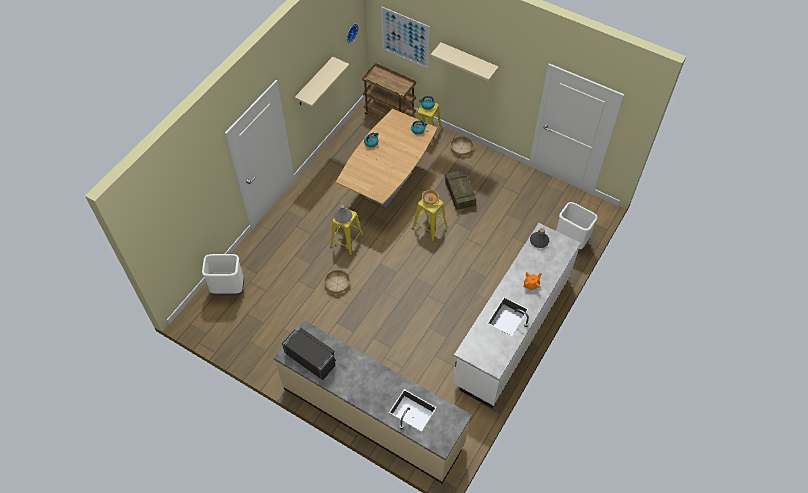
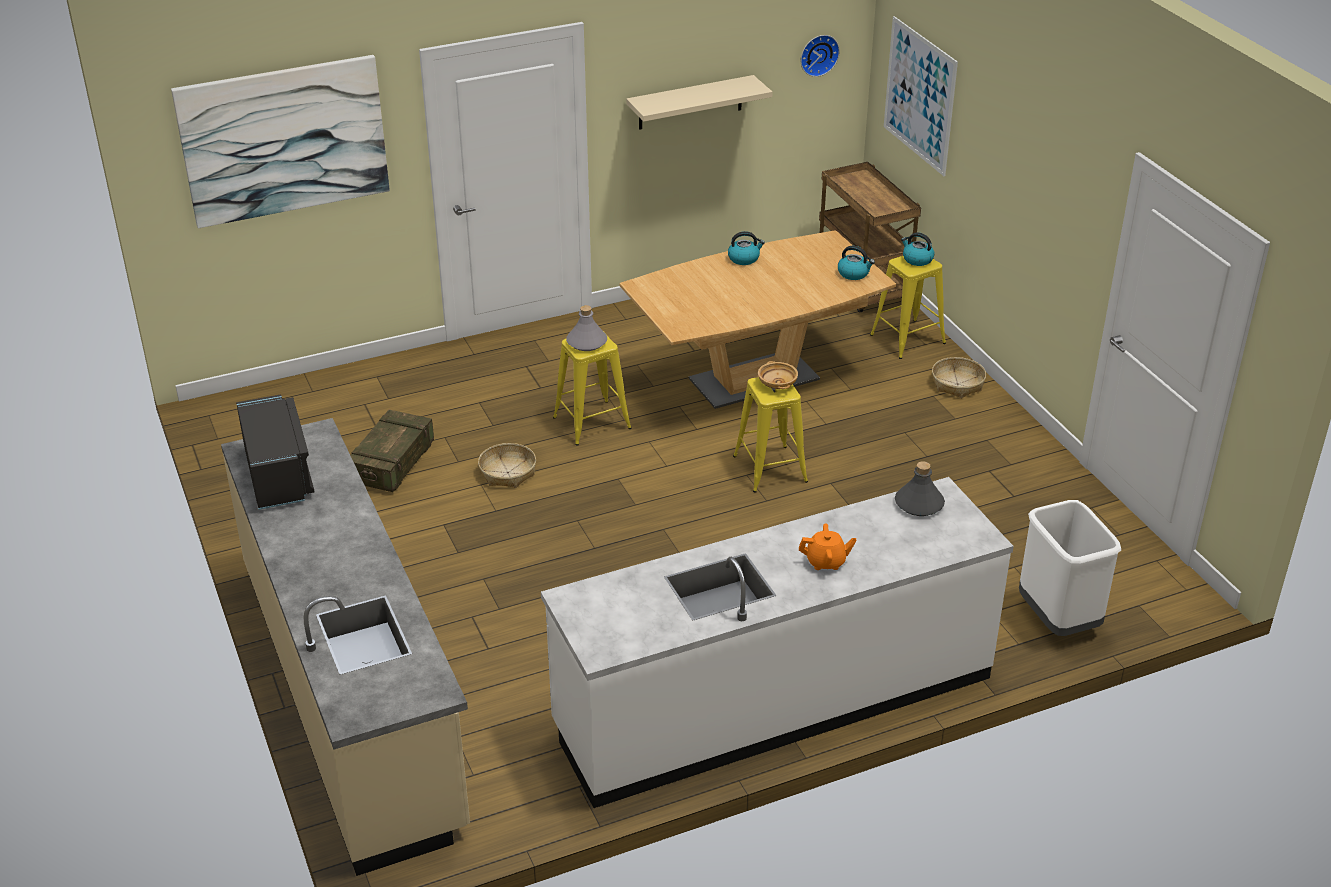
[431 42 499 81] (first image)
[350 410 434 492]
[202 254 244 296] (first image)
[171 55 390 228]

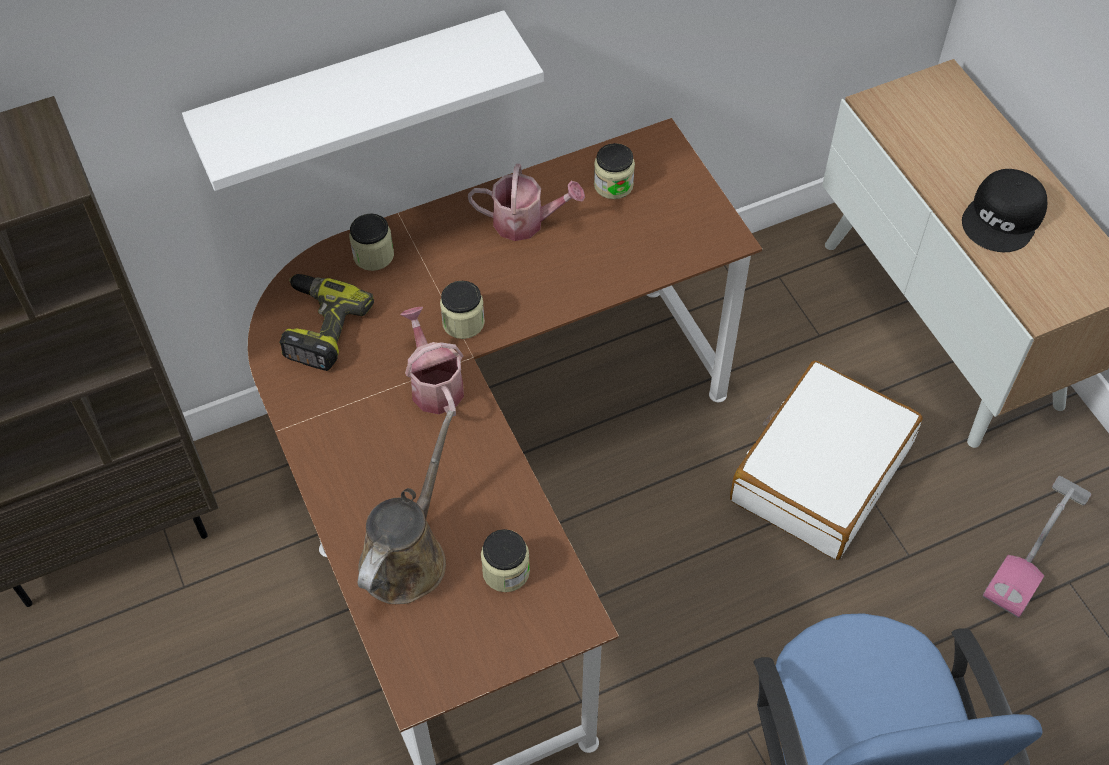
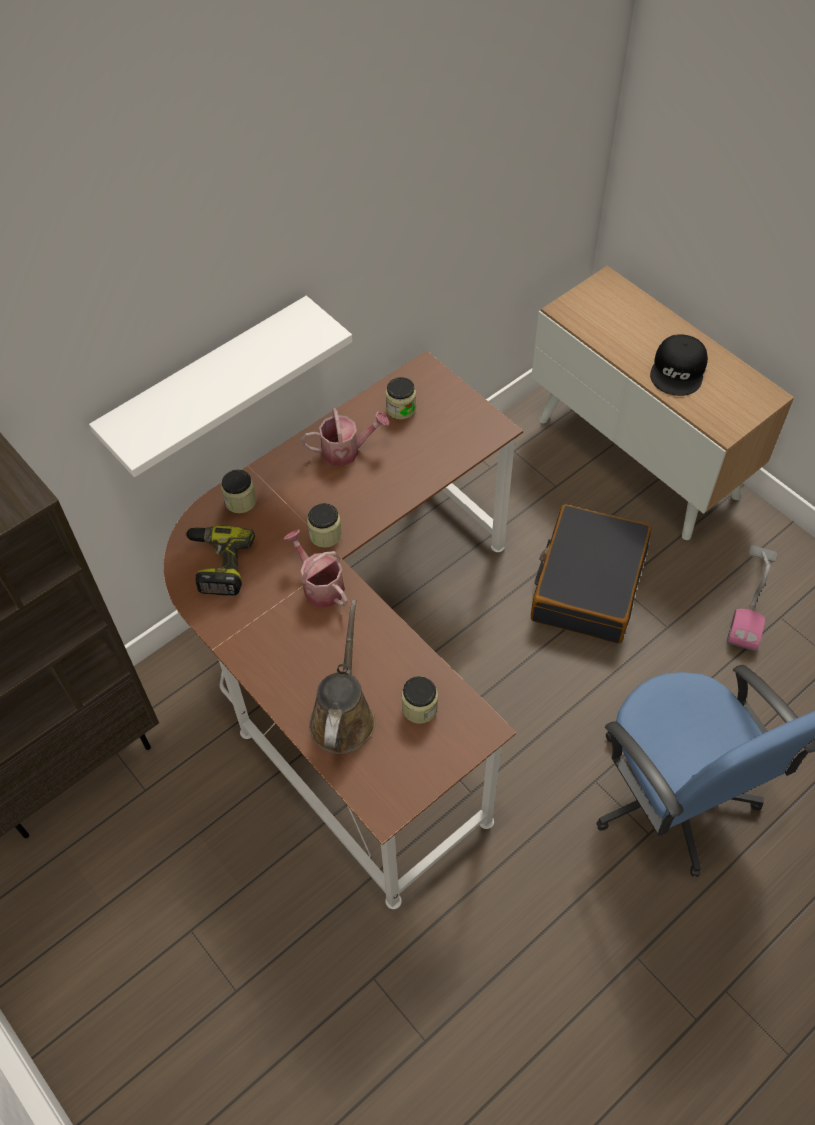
[531 504 652 644]

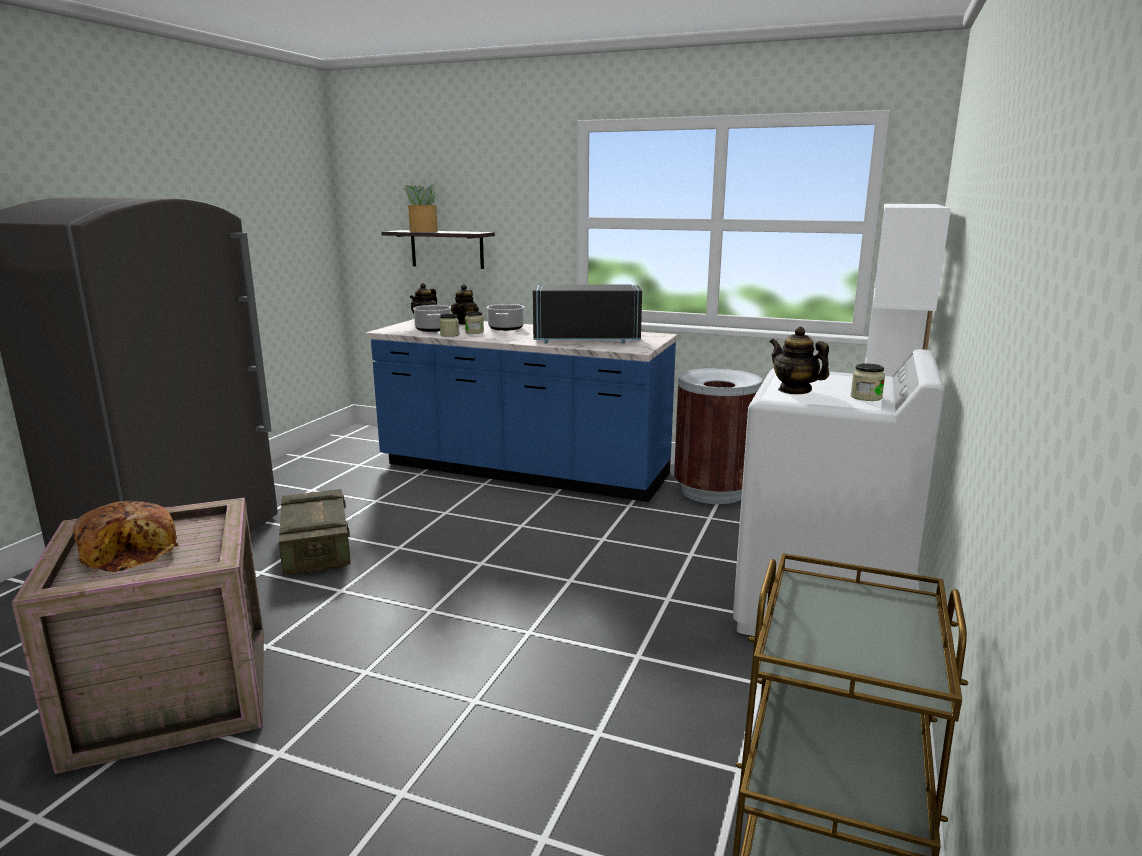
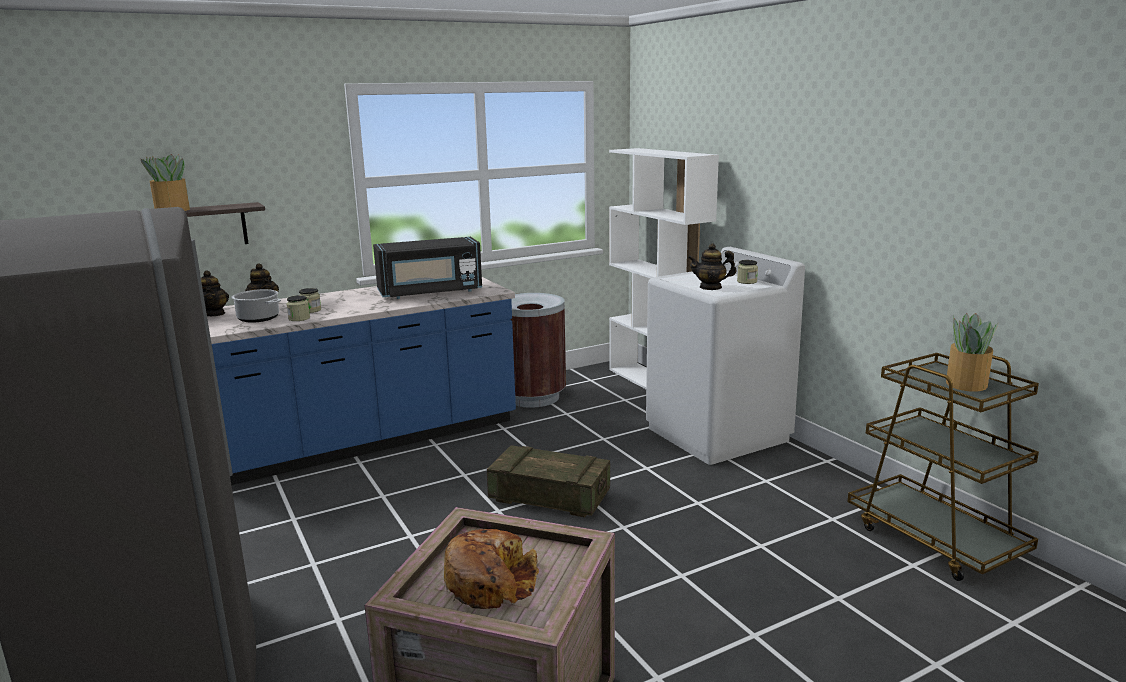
[373 237 482 299]
[487 304 524 331] (first image)
[487 445 610 517]
[946 313 998 392]

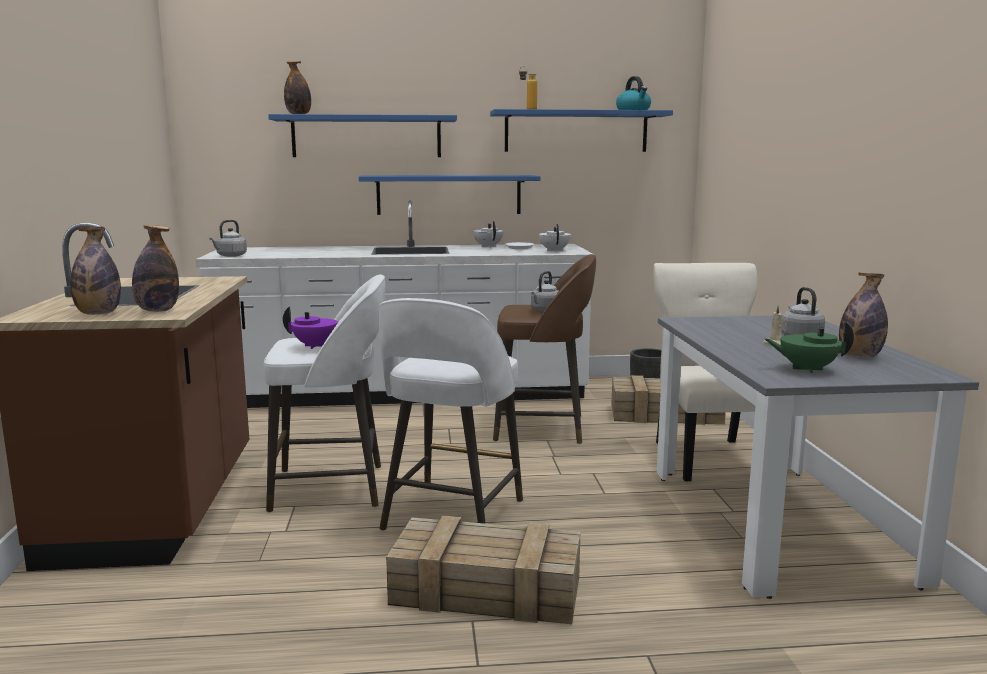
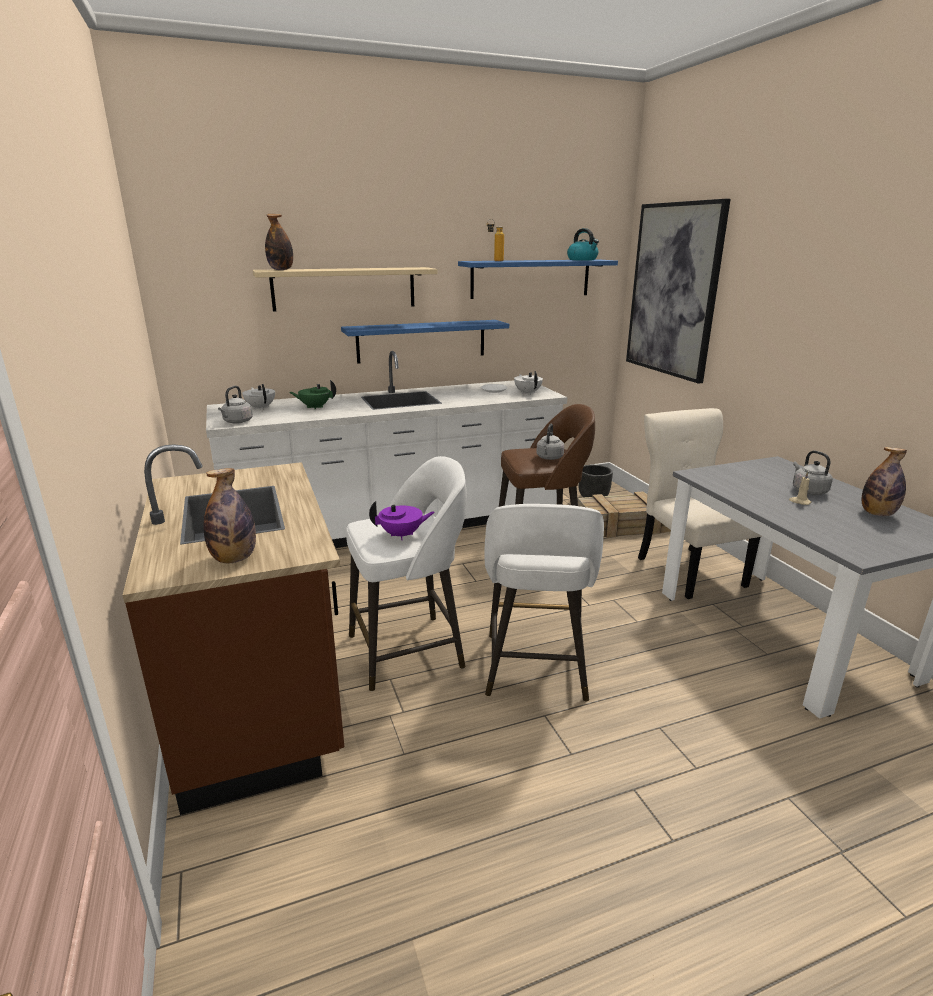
[253 267 437 311]
[242 384 275 410]
[132 225 179 312] (first image)
[289 380 336 409]
[386 515 580 624] (first image)
[626 199 731 384]

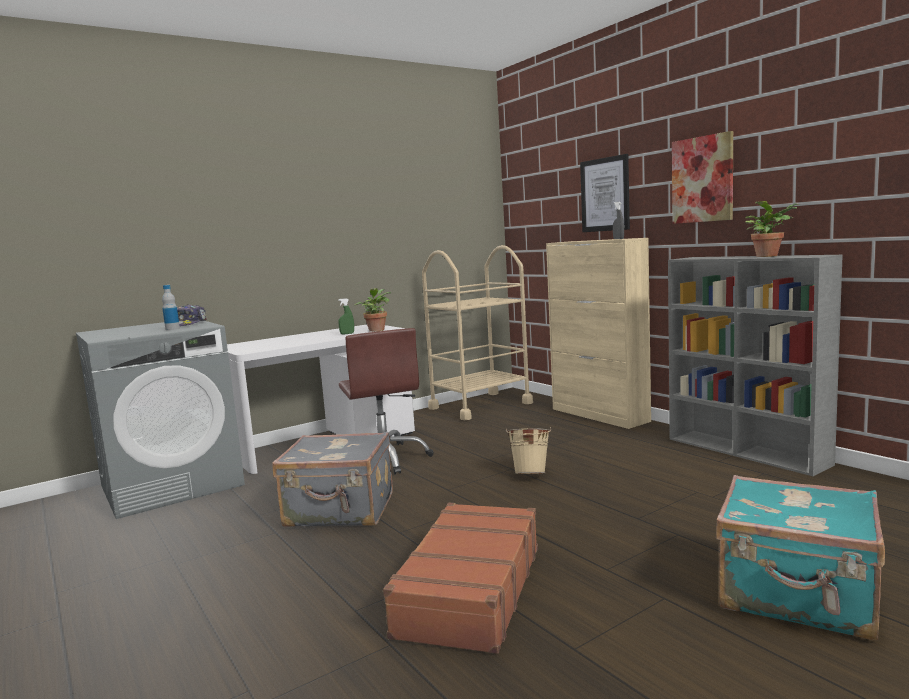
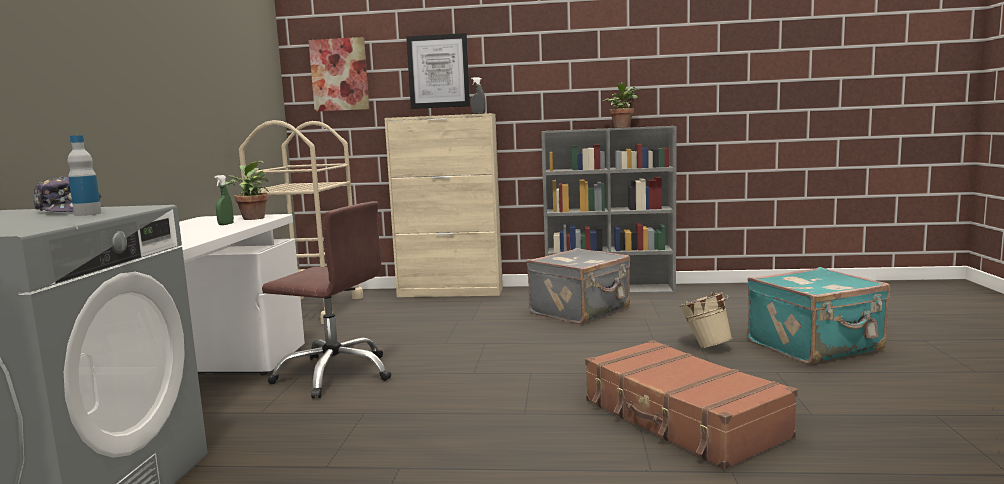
[308 37 369 112]
[678 292 733 348]
[527 248 630 324]

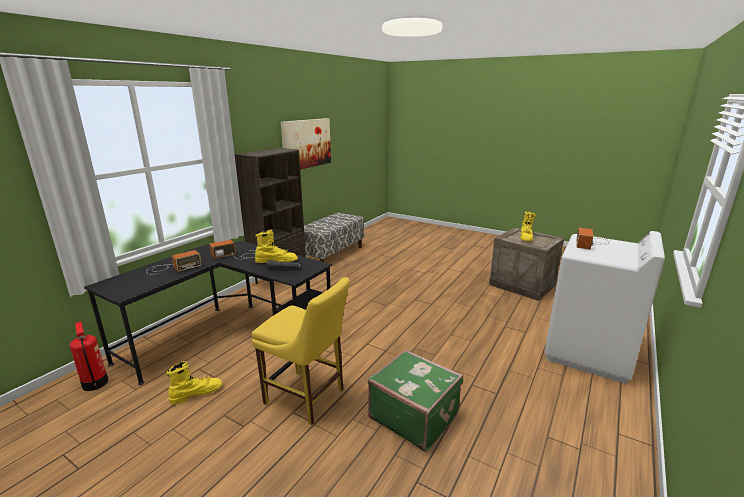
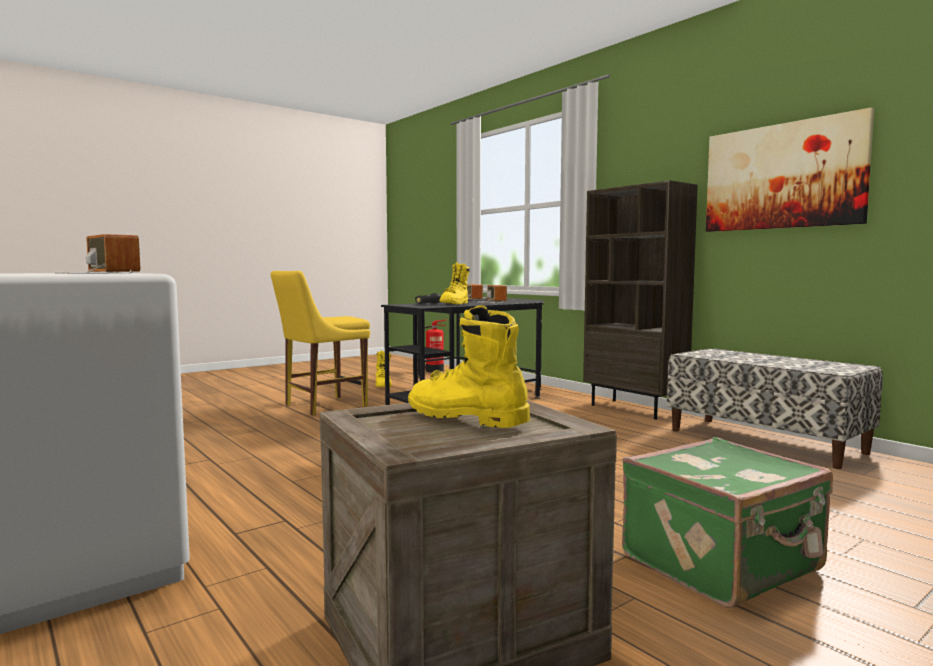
[622 437 833 608]

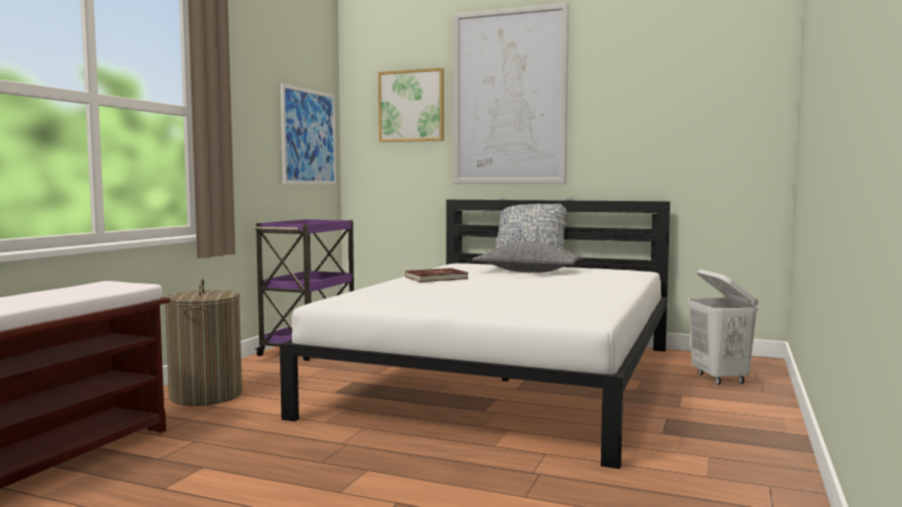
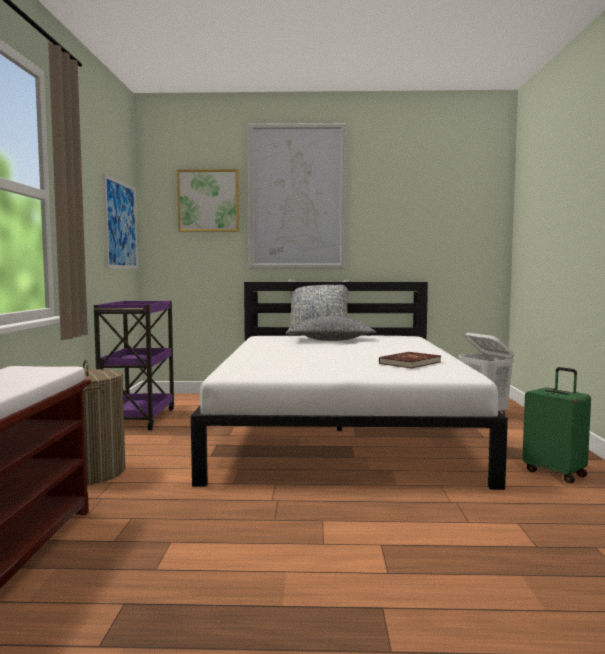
[379 352 441 369]
[522 367 591 483]

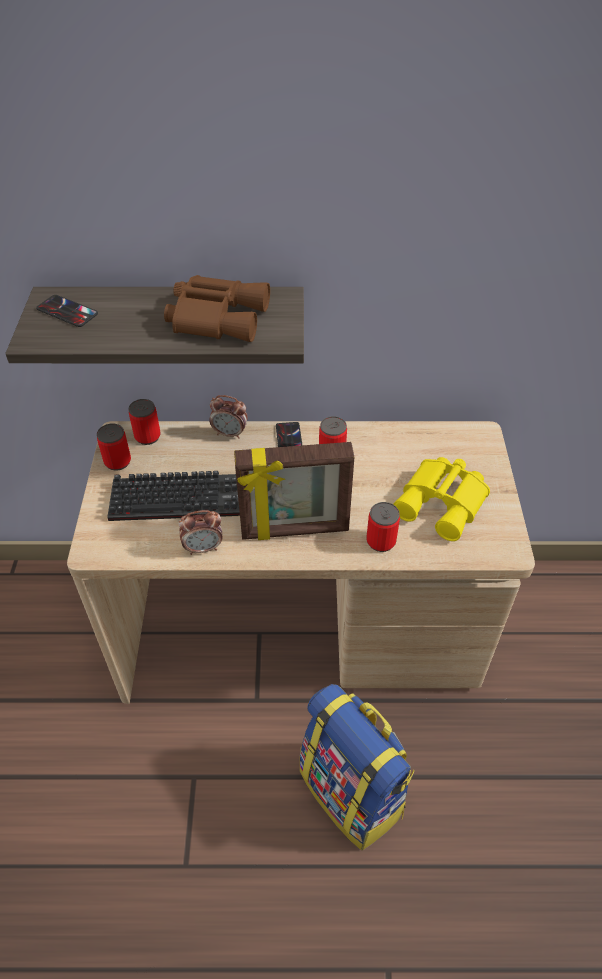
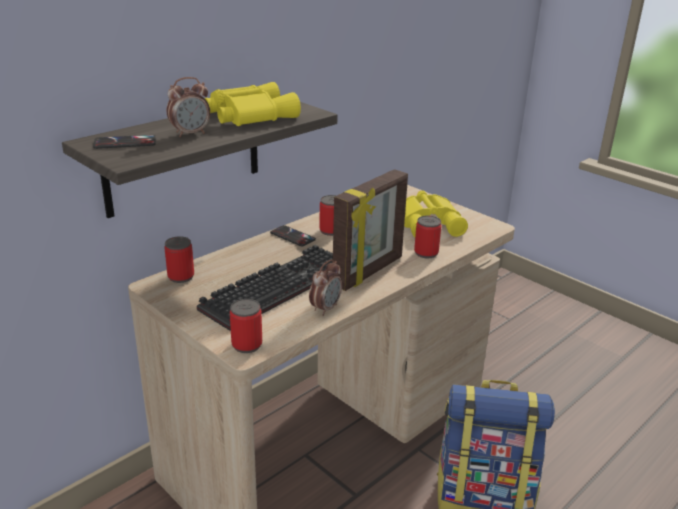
[205 82 301 126]
[166 77 210 137]
[230 299 262 353]

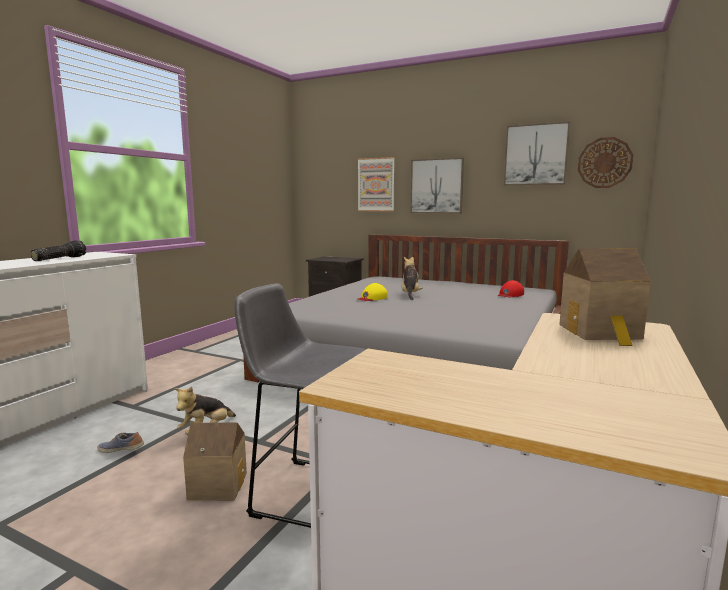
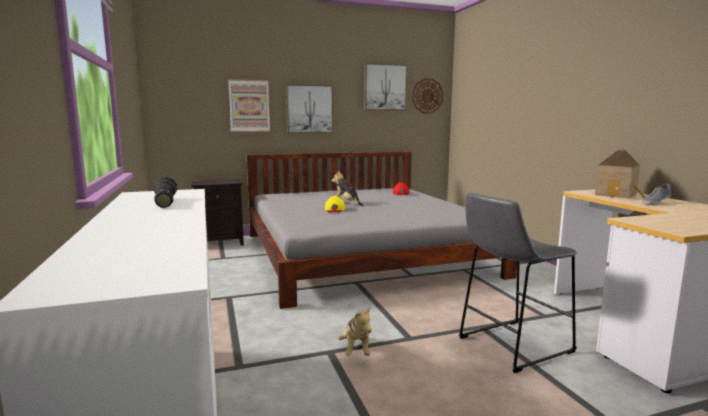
[183 422 247 500] (first image)
[642 184 671 205]

